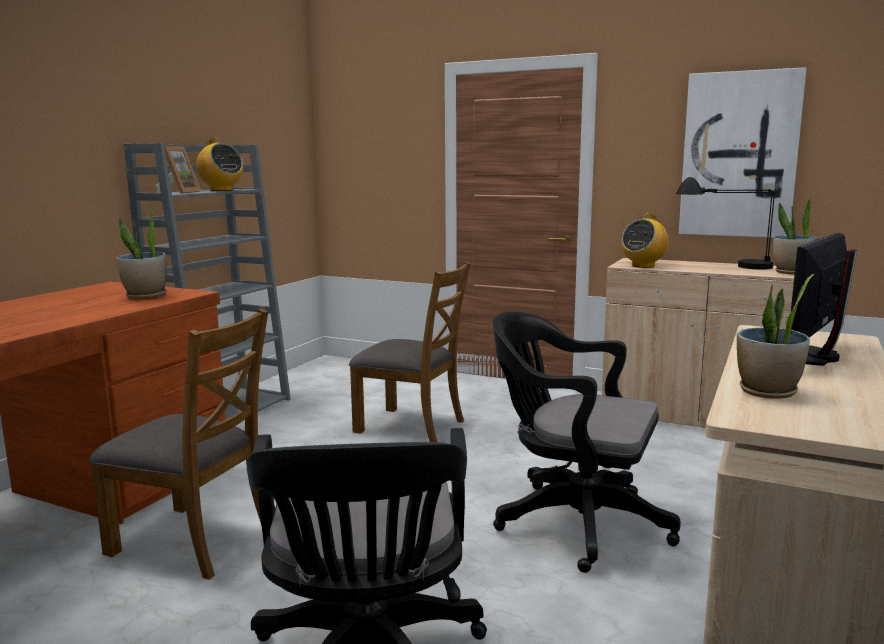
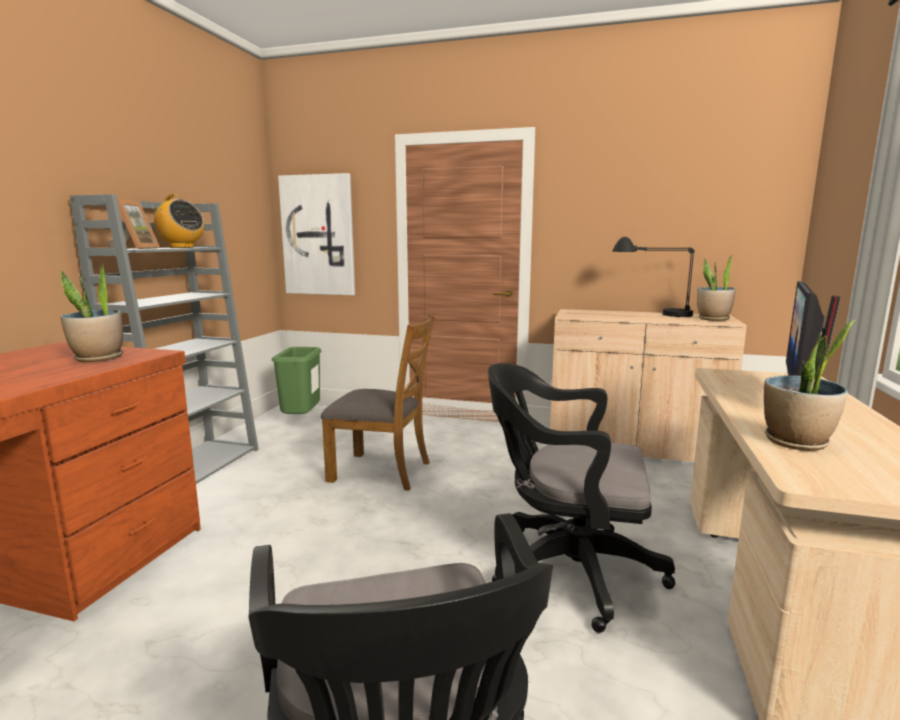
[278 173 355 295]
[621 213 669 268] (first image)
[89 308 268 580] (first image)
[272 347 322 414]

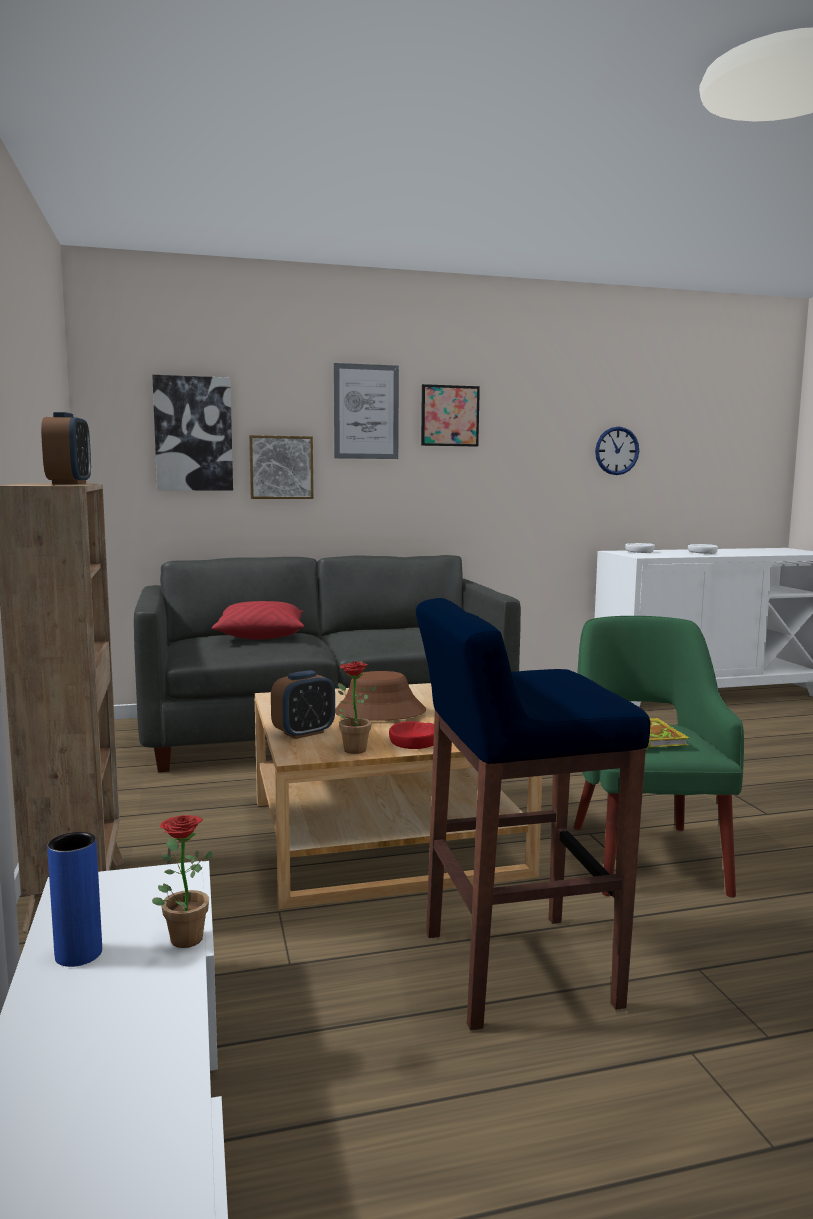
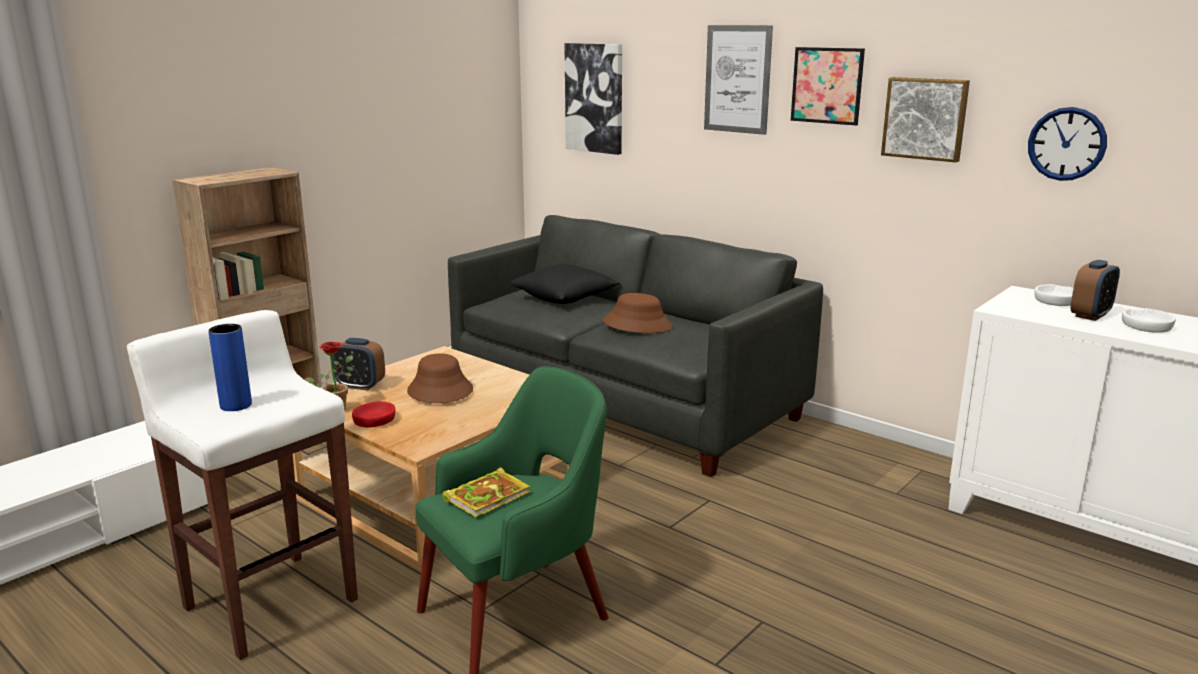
[1071 260 1120 321]
[881 77 970 162]
[127 310 358 660]
[510 264 620 304]
[152 815 214 948] (first image)
[208 324 252 411]
[603 293 673 333]

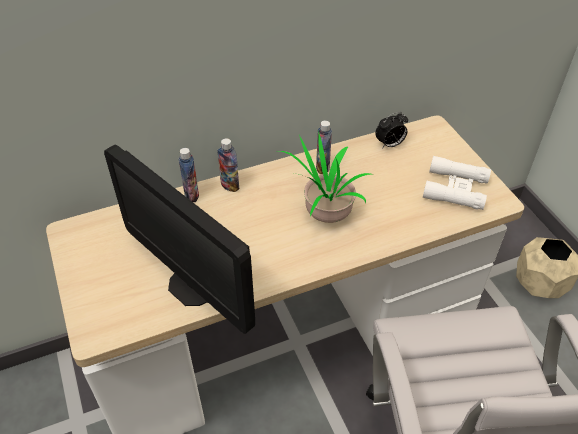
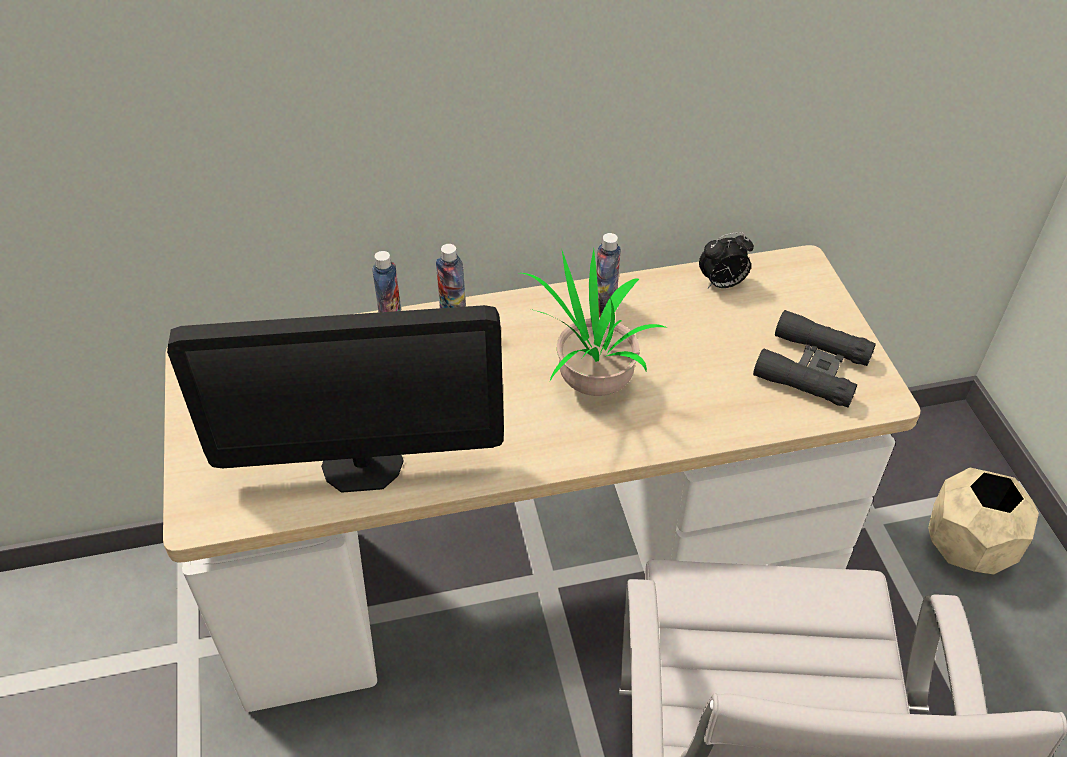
[167 305 504 493]
[753 310 876 407]

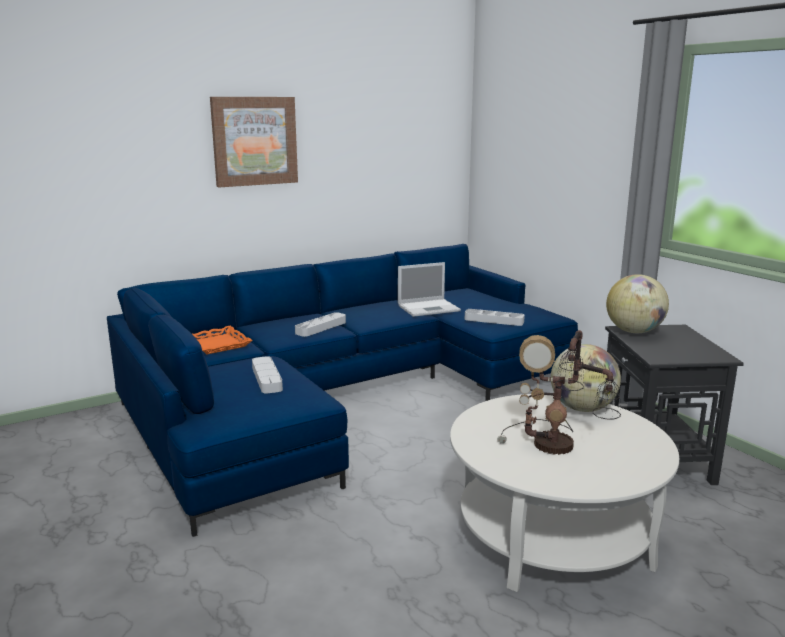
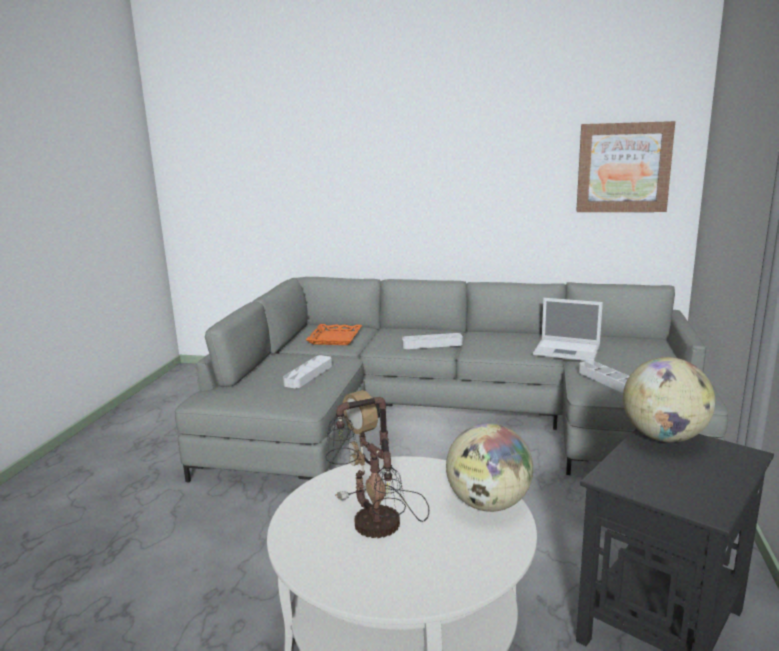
[576 121 675 212]
[175 277 728 482]

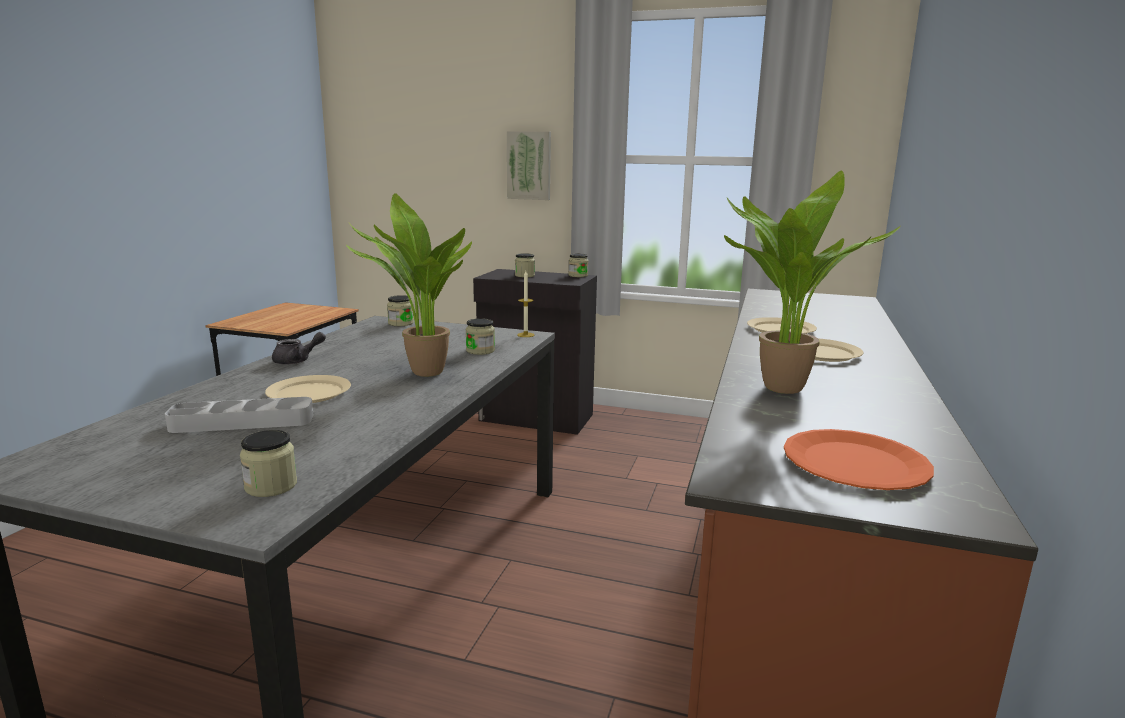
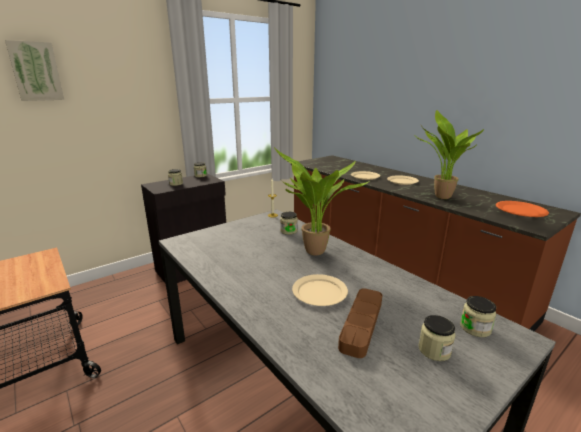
[5 40 64 101]
[418 315 456 361]
[272 332 326 365] (first image)
[338 288 382 358]

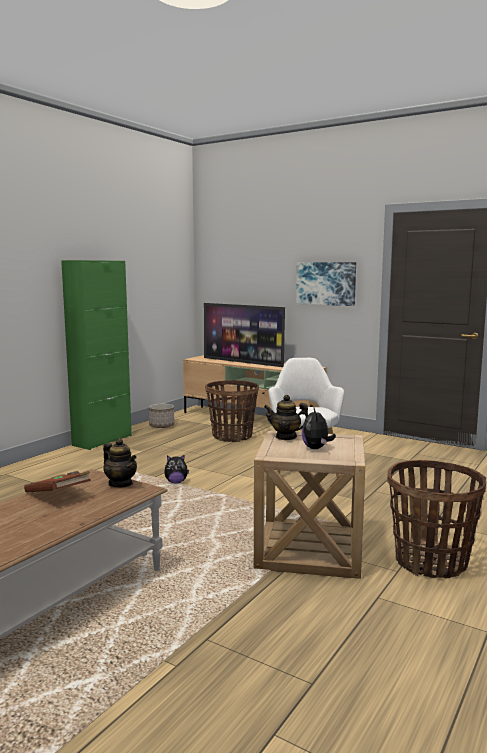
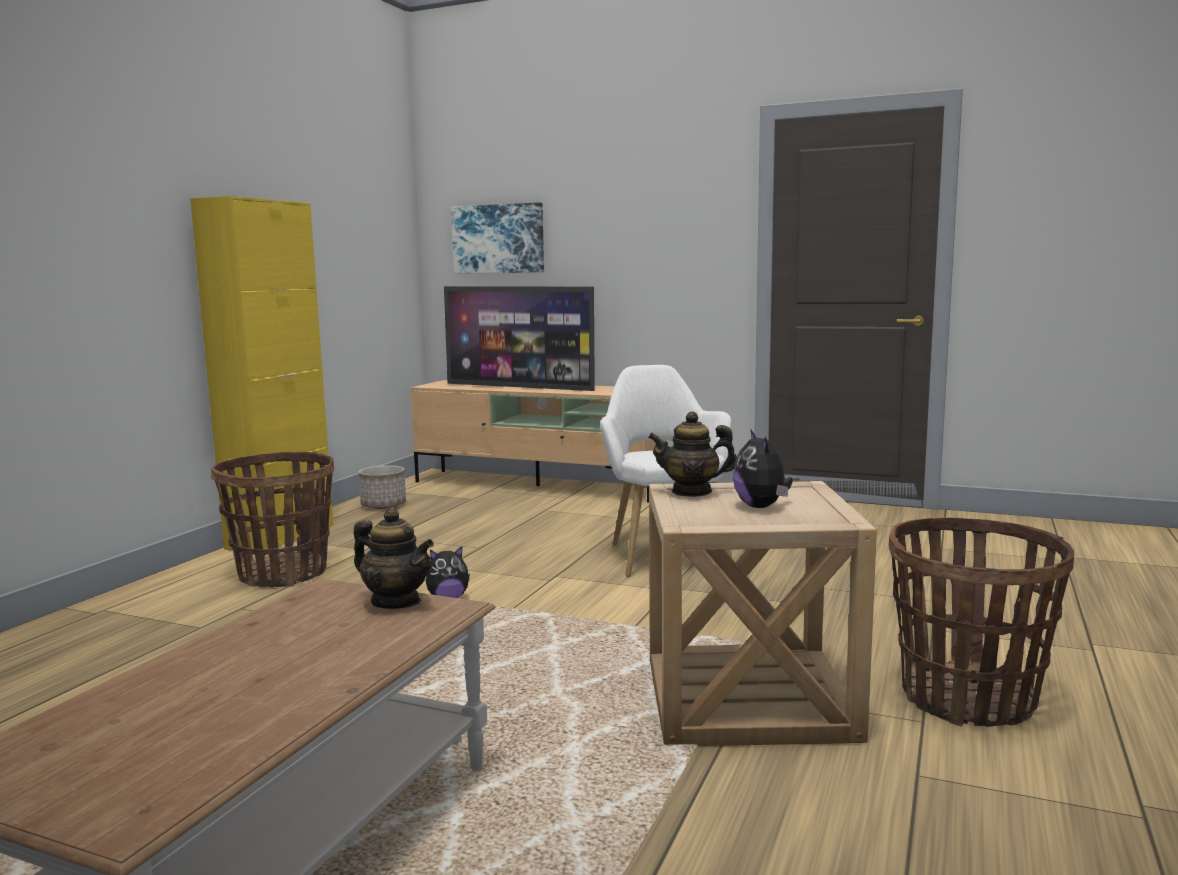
[190 196 333 551]
[451 202 544 274]
[211 452 334 588]
[24 471 91 493] (first image)

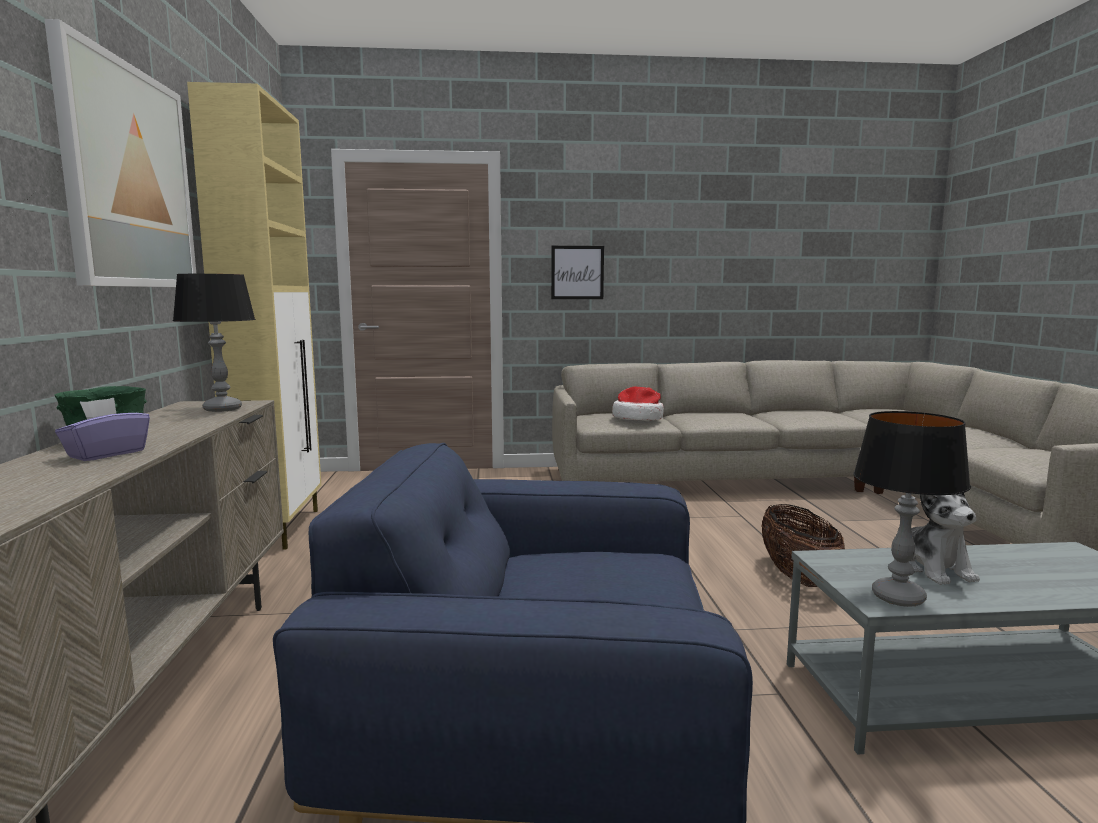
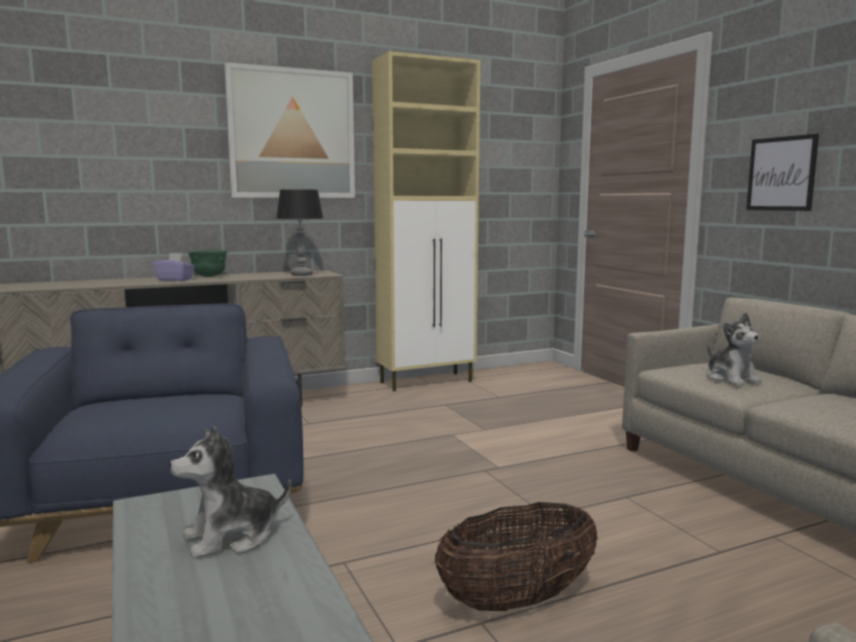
[707 312 762 386]
[853 411 971 607] (first image)

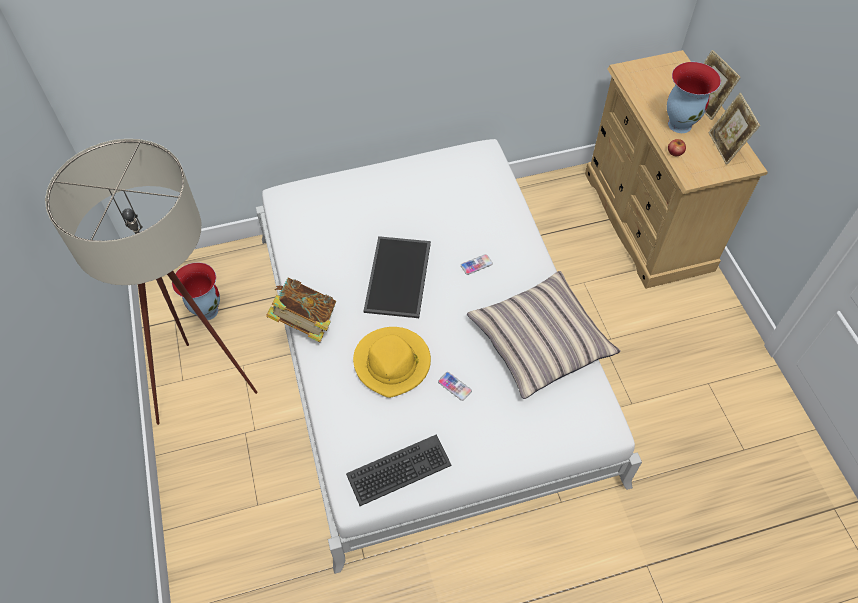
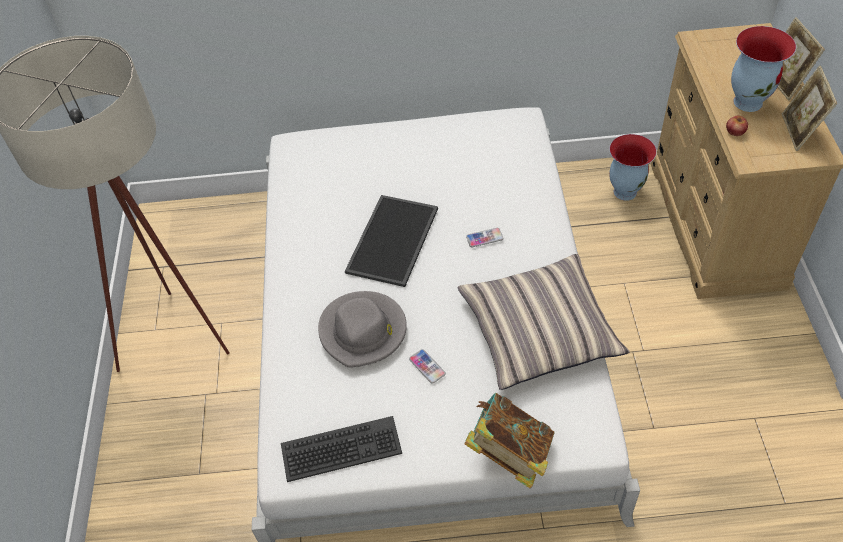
[609 134 657 201]
[464 393 555 489]
[318 291 407 368]

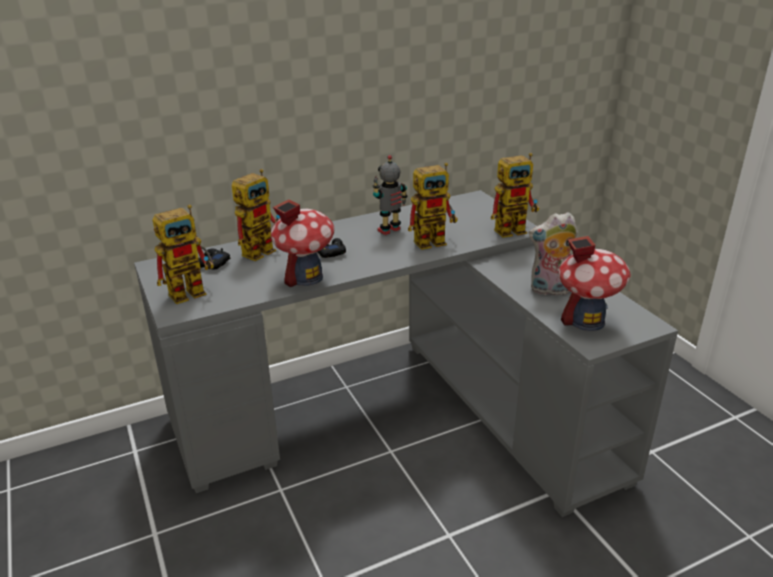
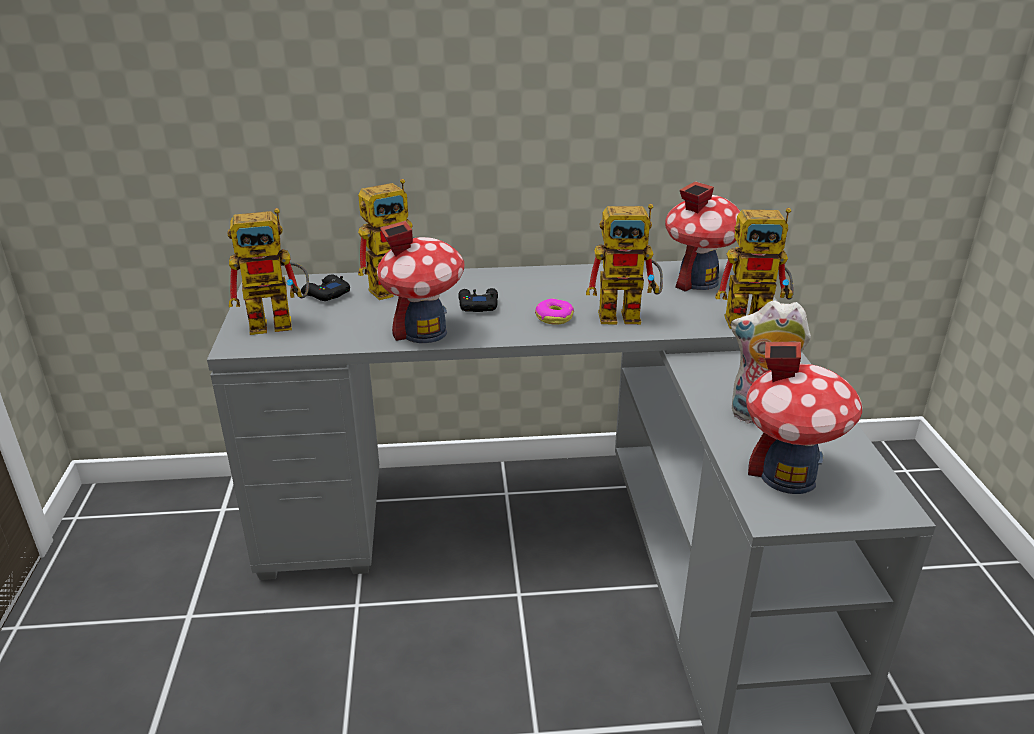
[373 155 407 235] (first image)
[665 181 741 292]
[535 299 574 325]

